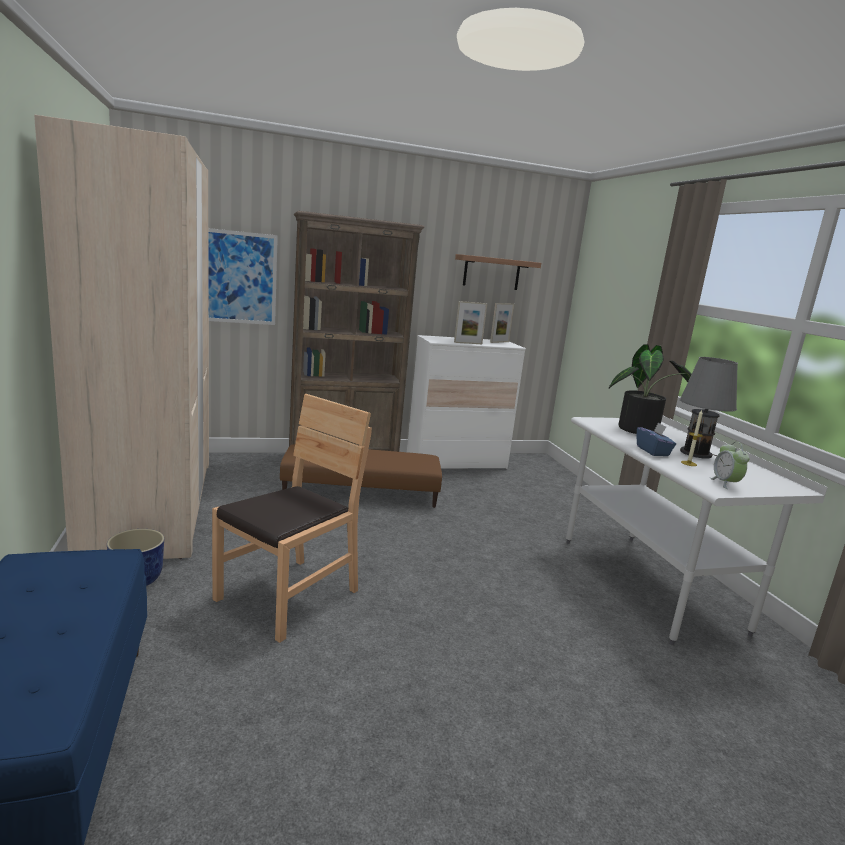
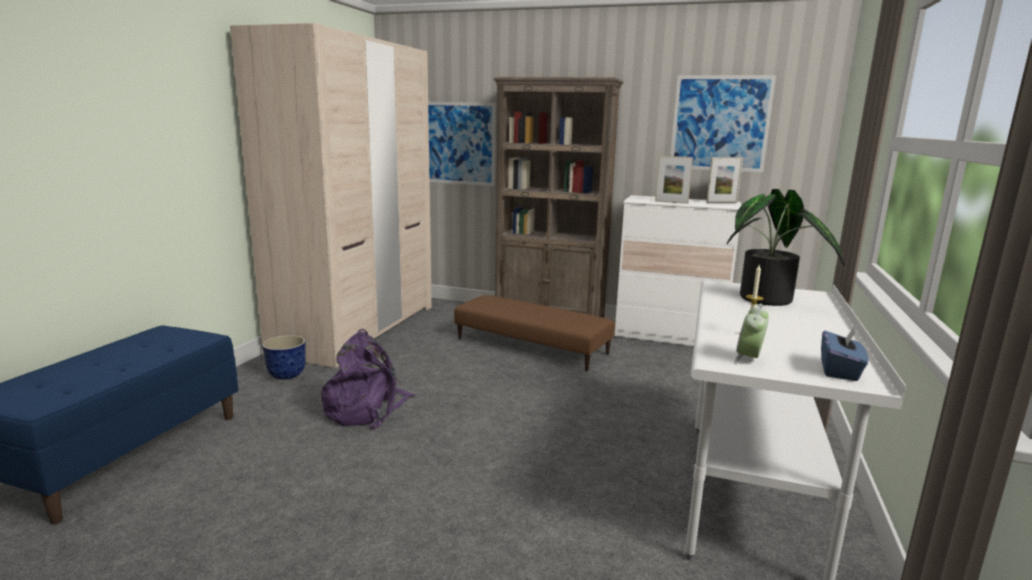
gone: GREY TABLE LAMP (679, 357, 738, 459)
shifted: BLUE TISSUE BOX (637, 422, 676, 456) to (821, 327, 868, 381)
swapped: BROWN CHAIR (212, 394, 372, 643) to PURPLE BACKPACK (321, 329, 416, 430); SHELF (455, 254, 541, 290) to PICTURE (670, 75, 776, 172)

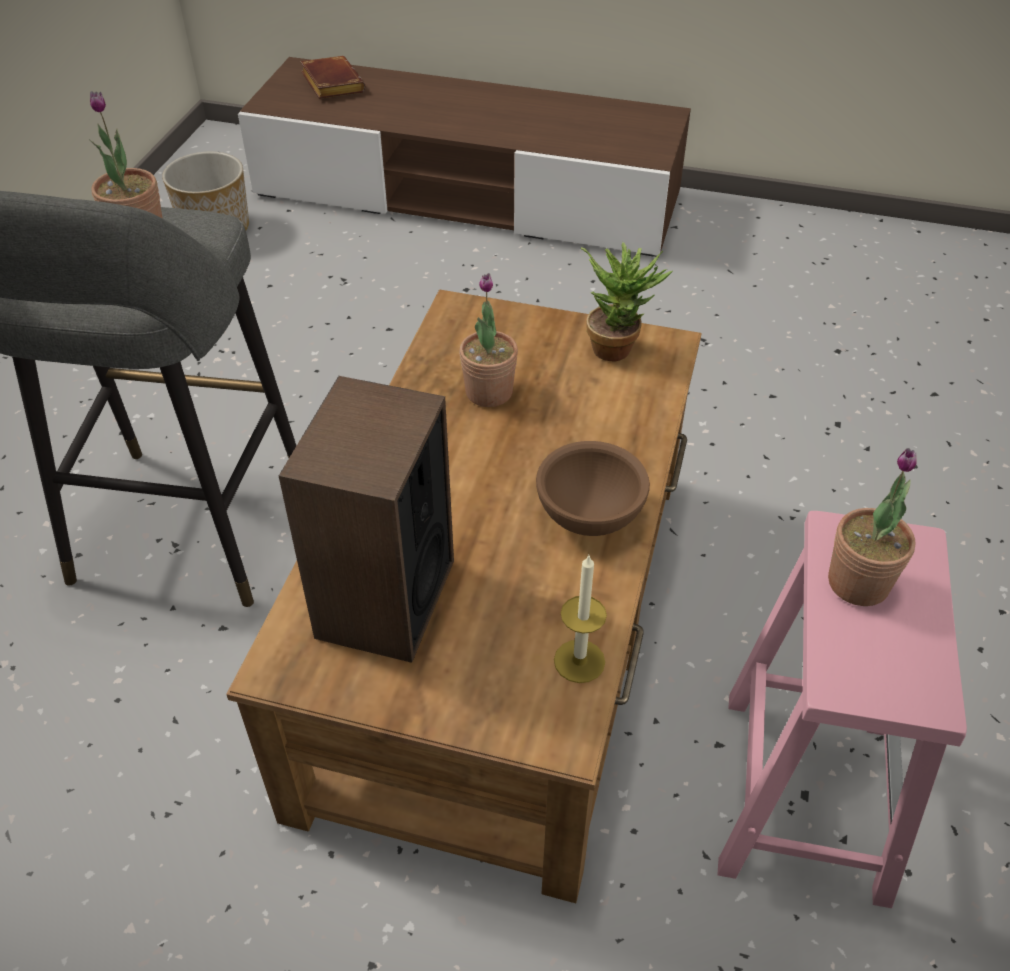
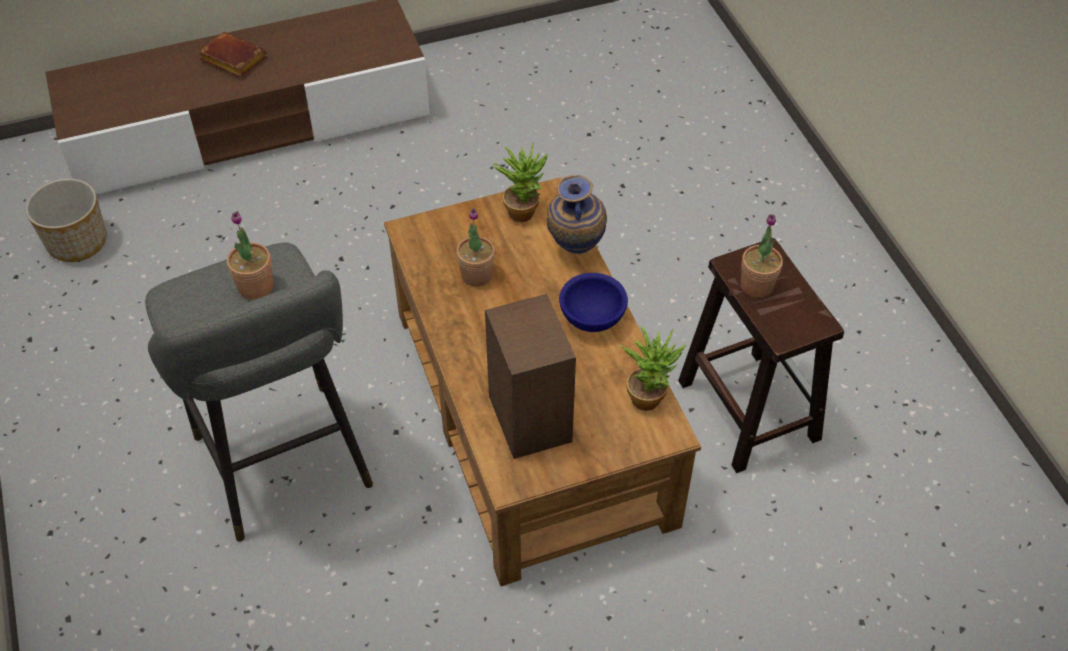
new: VASE (546, 175, 607, 254)
shifted: BROWN BOOK (300, 56, 365, 99) to (198, 32, 267, 77)
swapped: CANDLE (554, 555, 607, 683) to POTTED PLANT (620, 326, 686, 411)
repainted: BROWN BOWL (536, 441, 650, 536) to BLUE BOWL (559, 273, 628, 332); PINK STOOL (717, 511, 967, 908) to BROWN STOOL (678, 238, 844, 473)

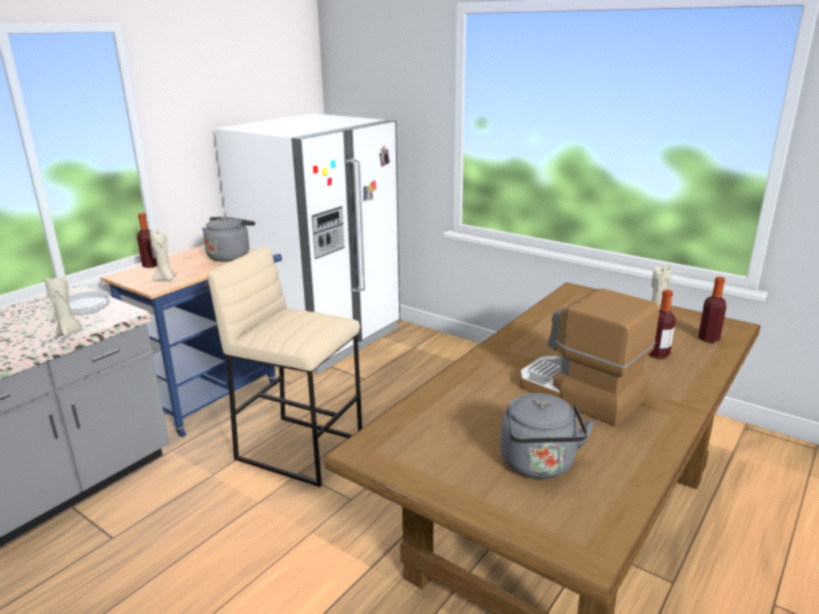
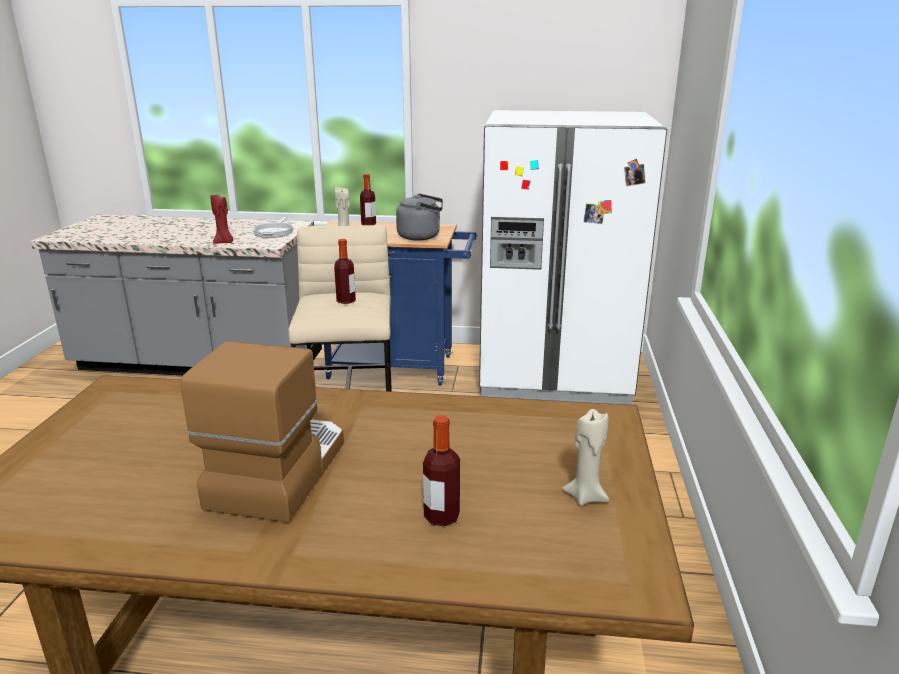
gone: GREY KETTLE (500, 393, 595, 479)
shifted: BOTTLE (698, 277, 726, 343) to (334, 239, 356, 304)
repainted: BEIGE CANDLE (45, 275, 82, 337) to RED CANDLE (210, 195, 233, 244)

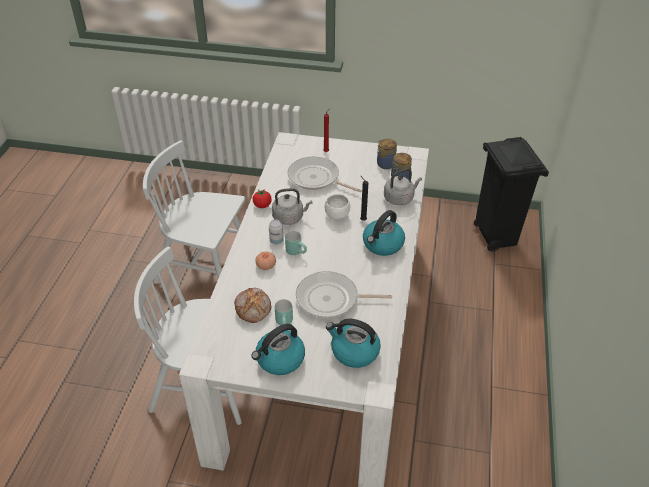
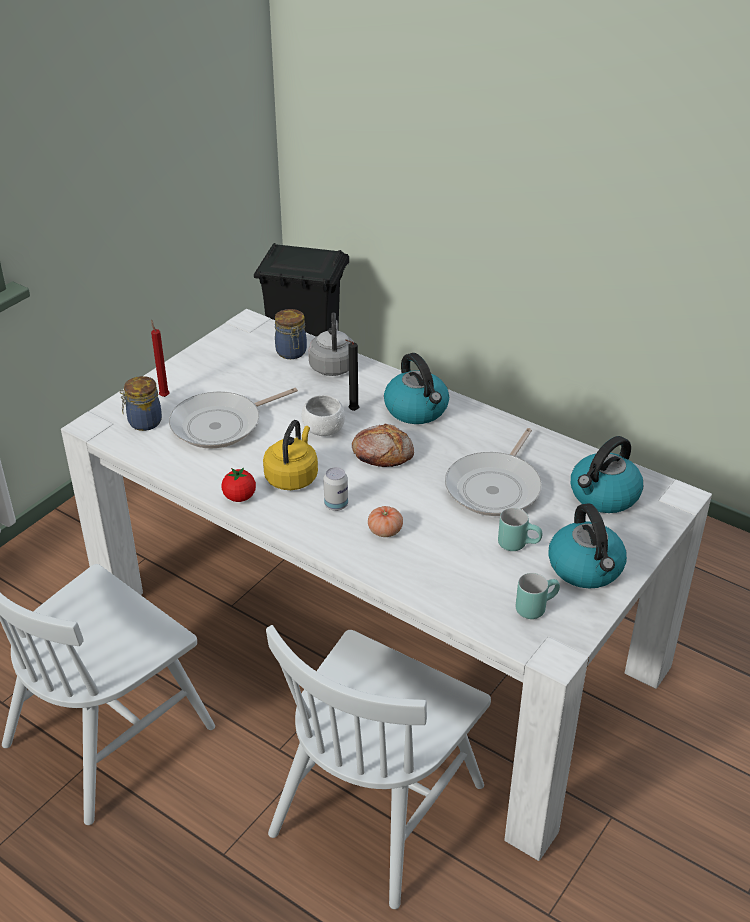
shifted: JAR (377, 139, 397, 169) to (120, 376, 162, 431); BREAD (235, 288, 271, 323) to (352, 424, 414, 467); TURQUOISE MUG (285, 231, 307, 255) to (516, 573, 560, 619)
repainted: GREY KETTLE (272, 188, 312, 225) to YELLOW KETTLE (263, 420, 318, 490)

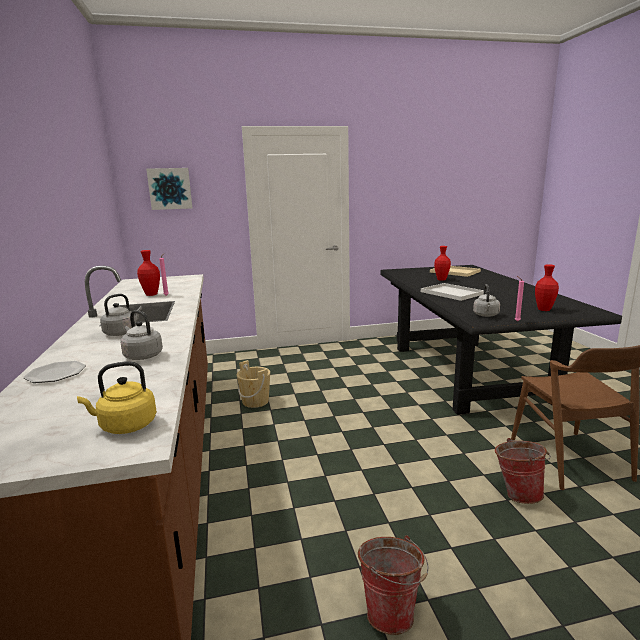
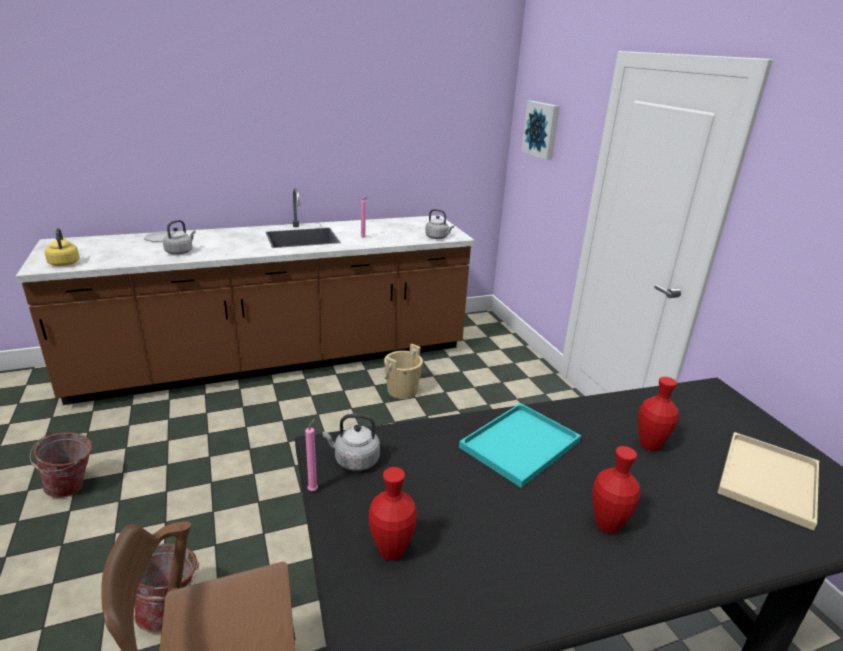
shifted: GREY KETTLE (100, 294, 142, 336) to (425, 209, 454, 239); RED VASE (137, 250, 160, 296) to (592, 446, 641, 534)
repainted: WHITE TRAY (421, 283, 484, 301) to TURQUOISE TRAY (459, 403, 581, 488)

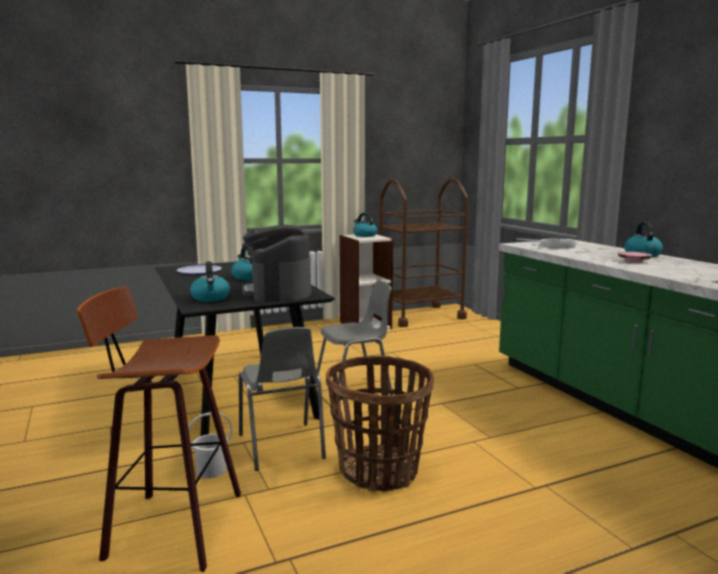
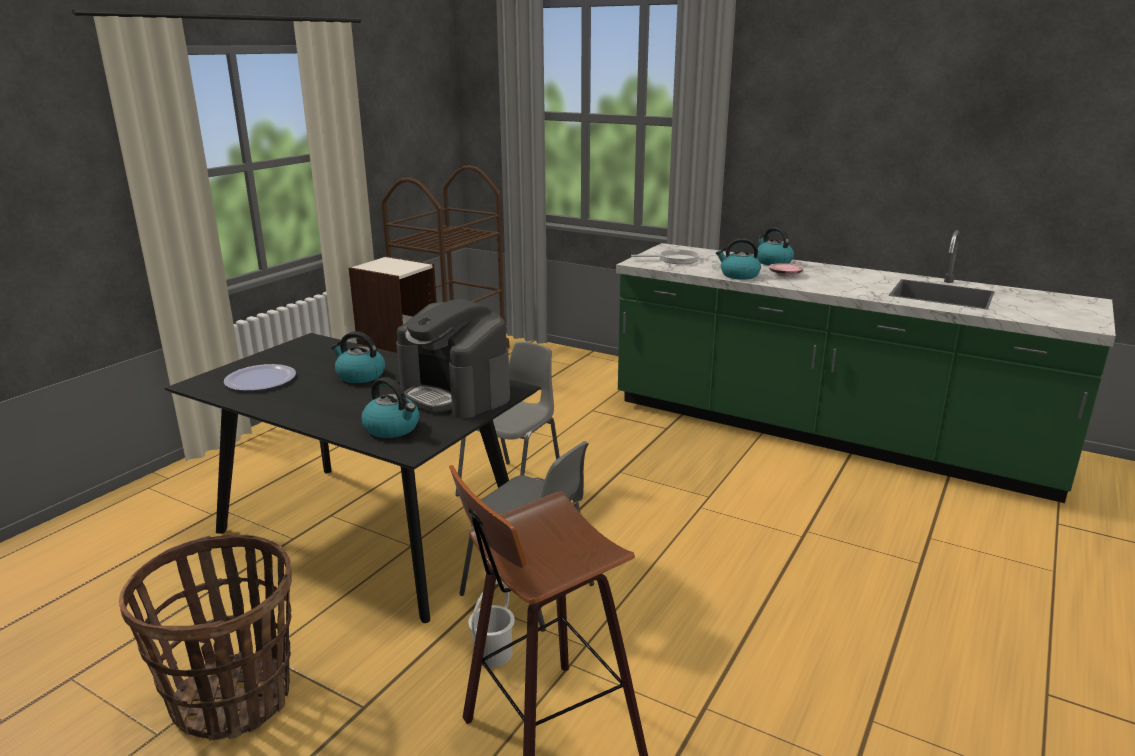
shifted: BASKET (326, 356, 434, 492) to (119, 535, 292, 741); KETTLE (353, 213, 377, 237) to (716, 238, 761, 280)

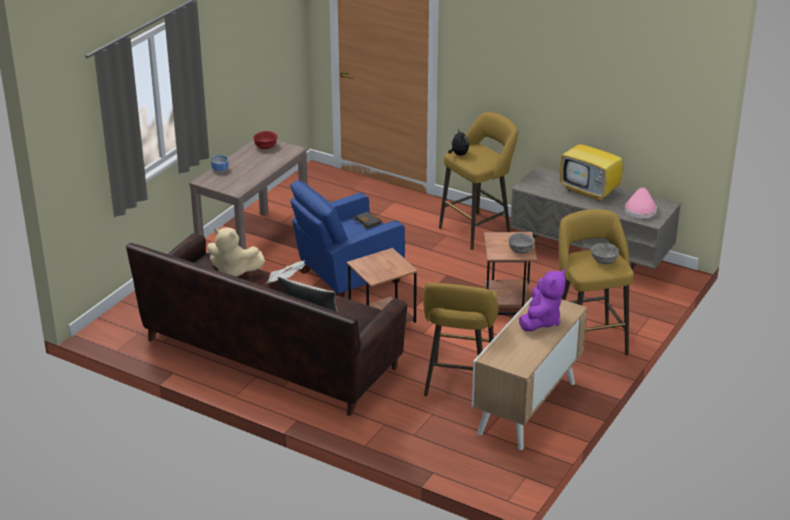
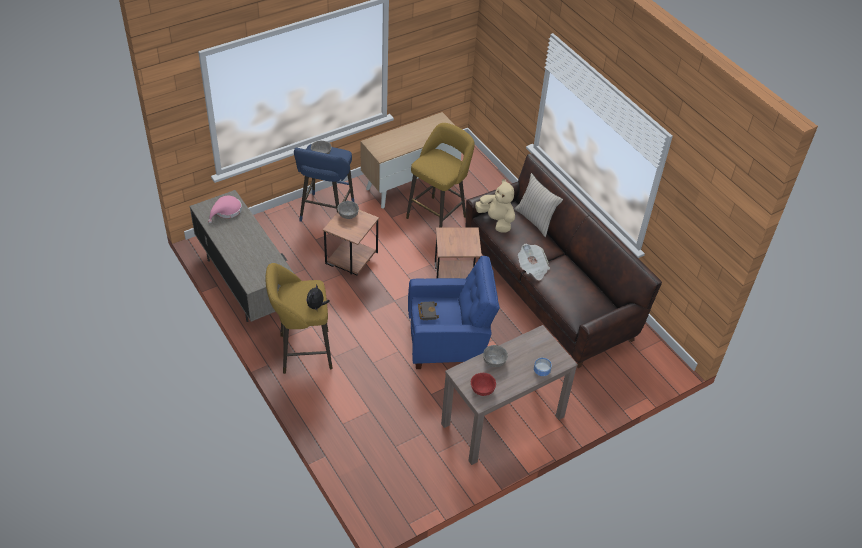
gone: PURPLE PLUSH TOY (519, 269, 566, 331); TELEVISION (560, 132, 623, 202)
new: GREY BOWL (483, 345, 508, 367)
shifted: BEIGE PLUSH TOY (207, 227, 265, 277) to (475, 179, 515, 233)
repainted: YELLOW STOOL (559, 209, 634, 356) to BLUE STOOL (294, 144, 354, 222)

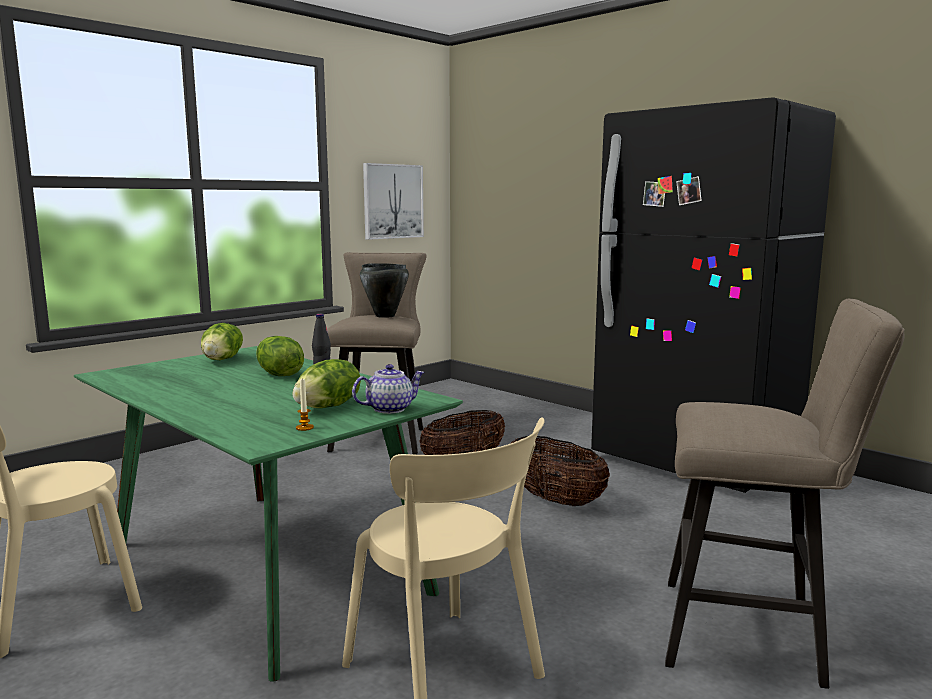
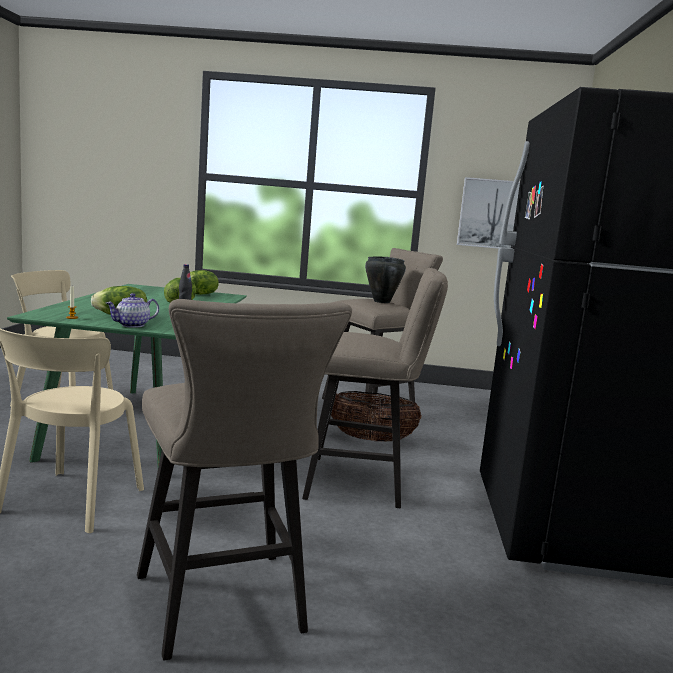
swapped: BASKET (510, 436, 610, 506) to BEIGE STOOL (302, 268, 448, 508)
rotated: TEAPOT (352, 364, 425, 414) = (106, 293, 159, 328) 120 degrees clockwise

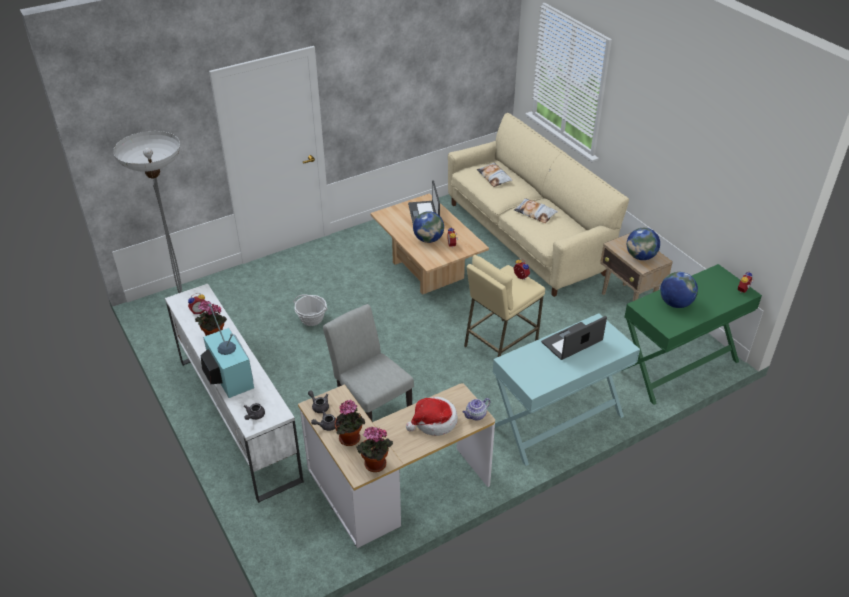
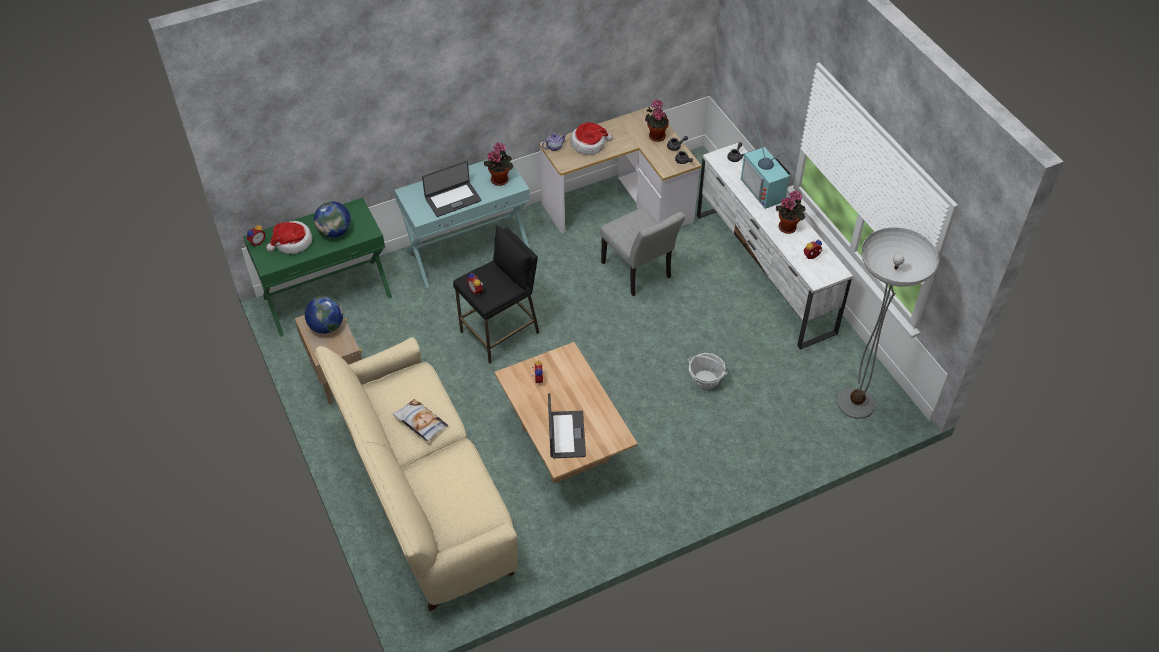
gone: GLOBE (413, 211, 444, 243); PILLOW (477, 163, 513, 187)
new: HAT (266, 221, 312, 254)
shifted: POTTED PLANT (356, 427, 393, 472) to (484, 143, 513, 186)
repainted: BEIGE STOOL (464, 255, 545, 357) to BLACK STOOL (453, 225, 539, 364)

